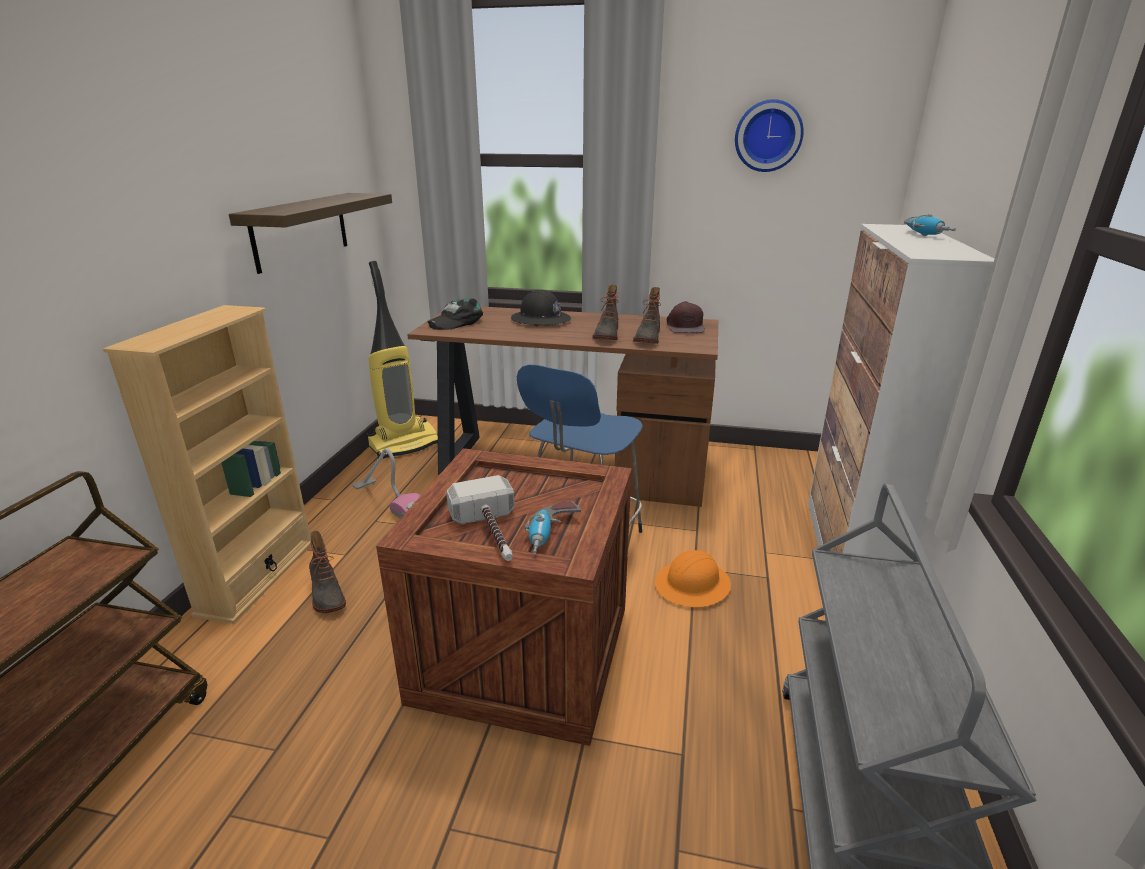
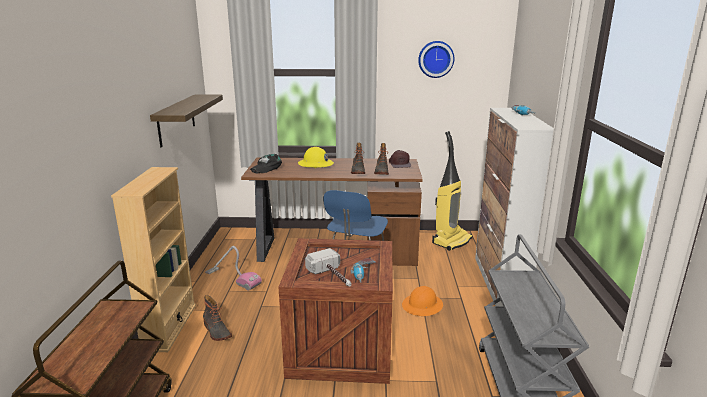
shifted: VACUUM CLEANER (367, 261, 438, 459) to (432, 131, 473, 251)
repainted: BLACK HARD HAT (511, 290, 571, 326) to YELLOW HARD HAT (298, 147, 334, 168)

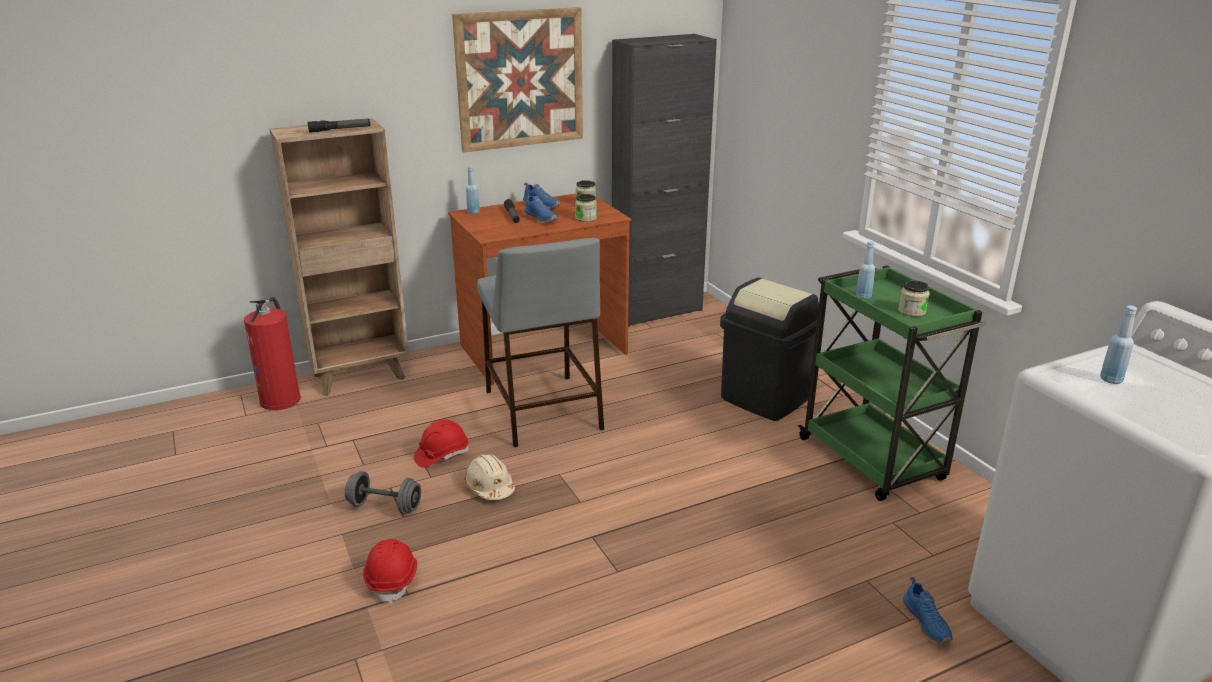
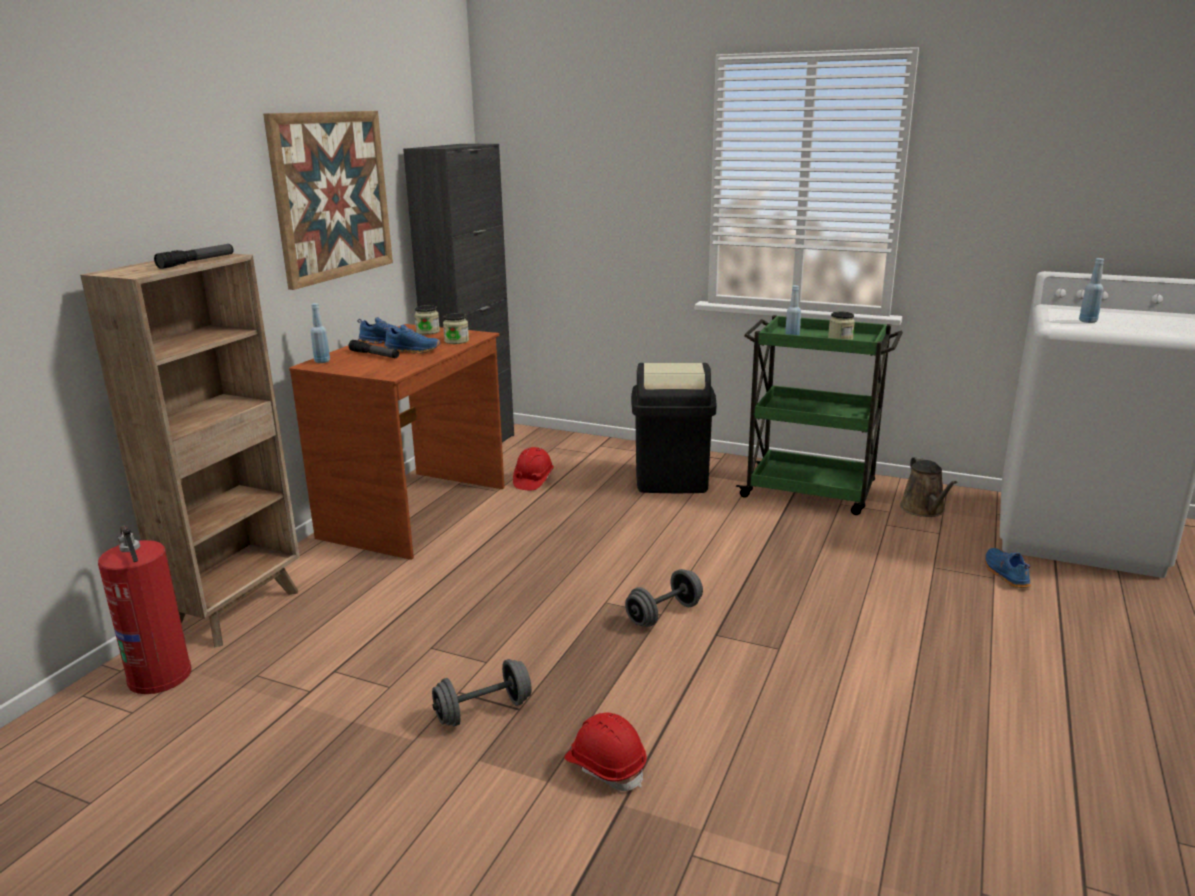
gone: BEIGE HARD HAT (464, 454, 515, 500); GREY STOOL (477, 238, 604, 447)
new: GREY DUMBBELL (625, 569, 703, 627); BROWN WATERING CAN (900, 456, 958, 517)
shifted: RED HARD HAT (414, 419, 469, 468) to (513, 447, 554, 490)
rotated: BLUE SHOE (901, 577, 952, 644) = (985, 548, 1031, 588) 135 degrees counterclockwise

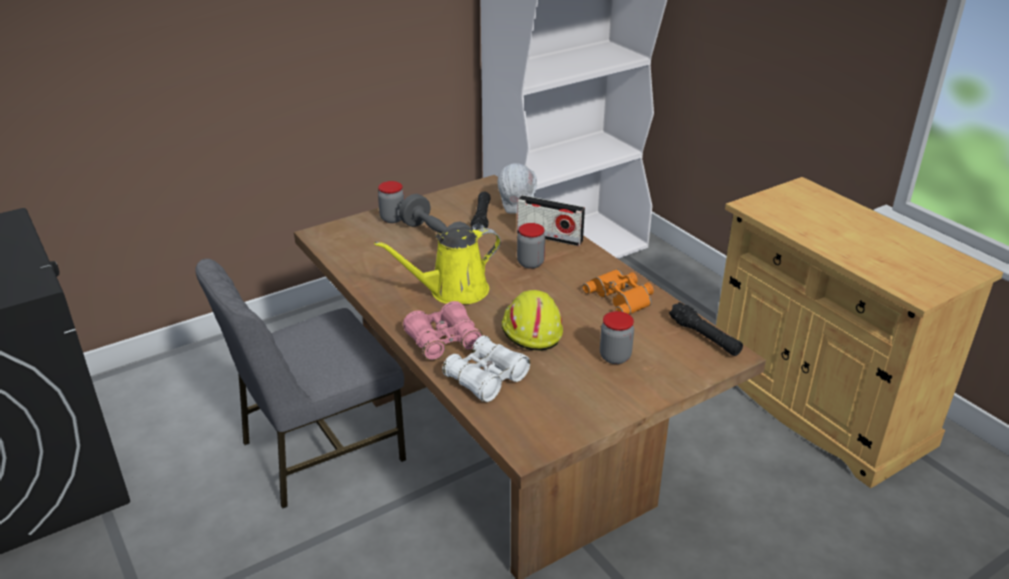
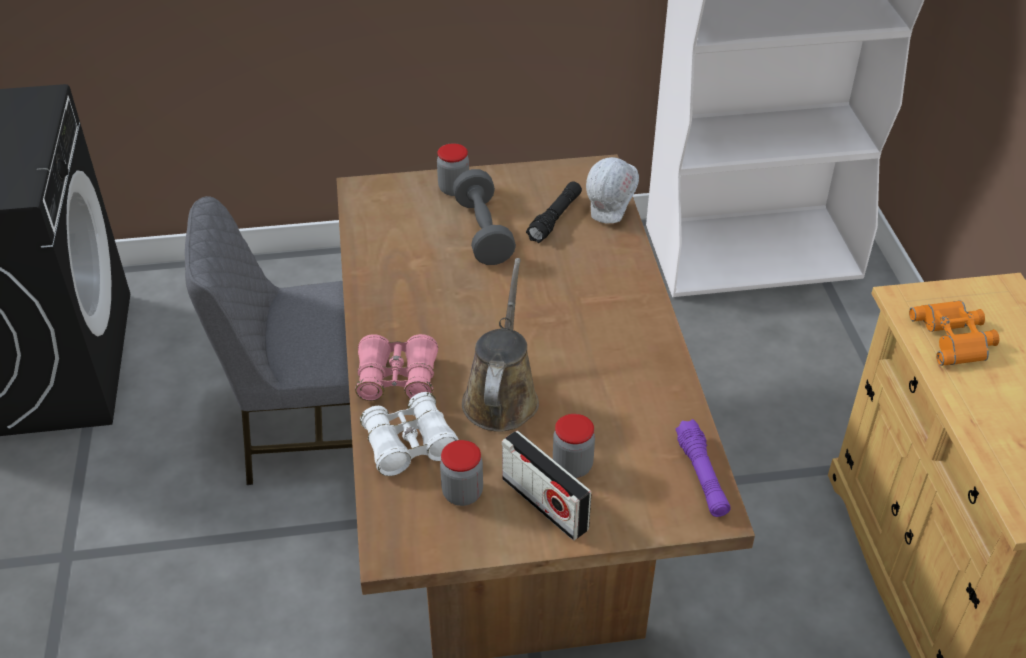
gone: YELLOW WATERING CAN (374, 228, 501, 304)
shifted: JAR (517, 223, 545, 269) to (440, 440, 483, 506); RADIO (517, 195, 585, 246) to (502, 431, 591, 540); ORANGE BINOCULARS (583, 269, 654, 315) to (909, 301, 1000, 366)
swapped: YELLOW HARD HAT (502, 290, 563, 351) to BROWN WATERING CAN (462, 258, 539, 432)
repainted: BLACK FLASHLIGHT (669, 302, 743, 356) to PURPLE FLASHLIGHT (676, 419, 730, 517)

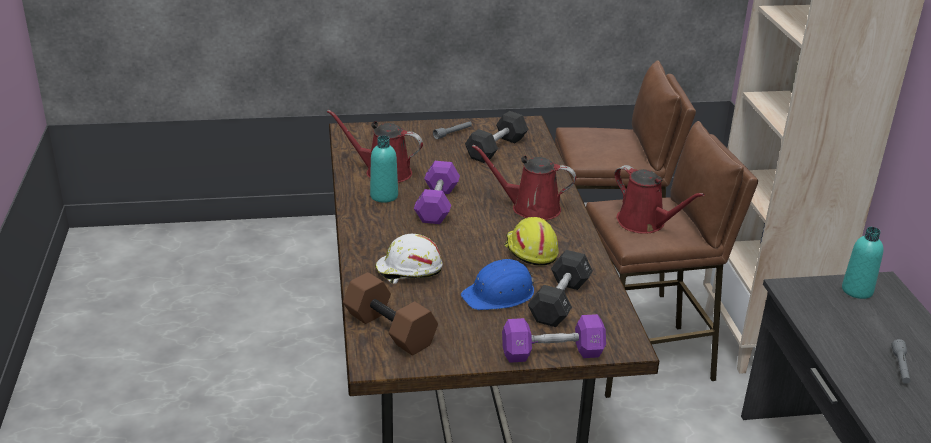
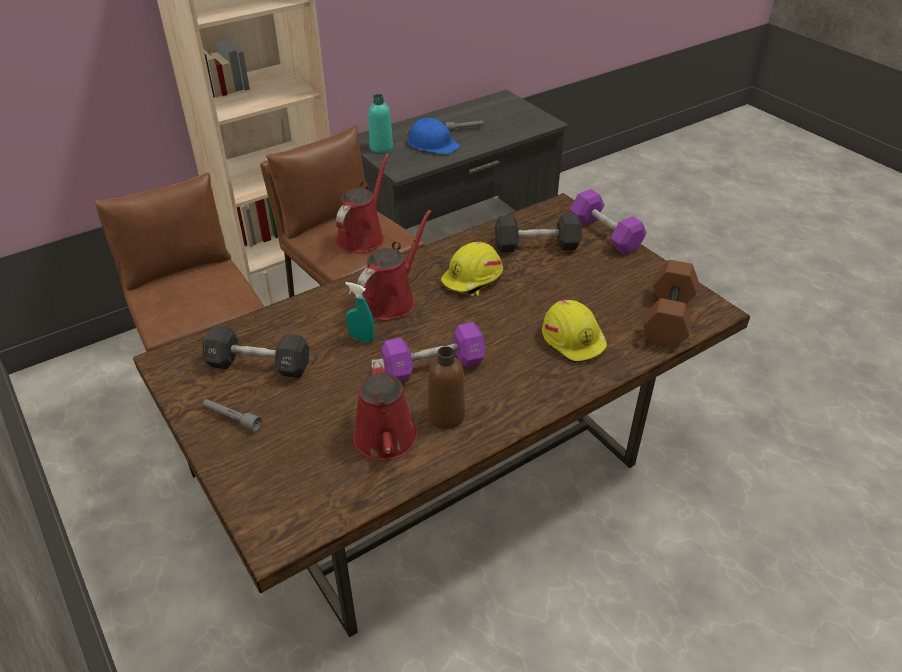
new: TURQUOISE SPRAY BOTTLE (345, 282, 374, 343)
shifted: BLUE HARD HAT (461, 259, 534, 310) to (407, 118, 460, 154)
repainted: TURQUOISE BOTTLE (370, 136, 398, 203) to BROWN BOTTLE (428, 346, 465, 429); WHITE HARD HAT (375, 234, 443, 284) to YELLOW HARD HAT (542, 300, 608, 364)
rotated: RED WATERING CAN (472, 145, 576, 220) = (357, 210, 432, 321) 135 degrees counterclockwise

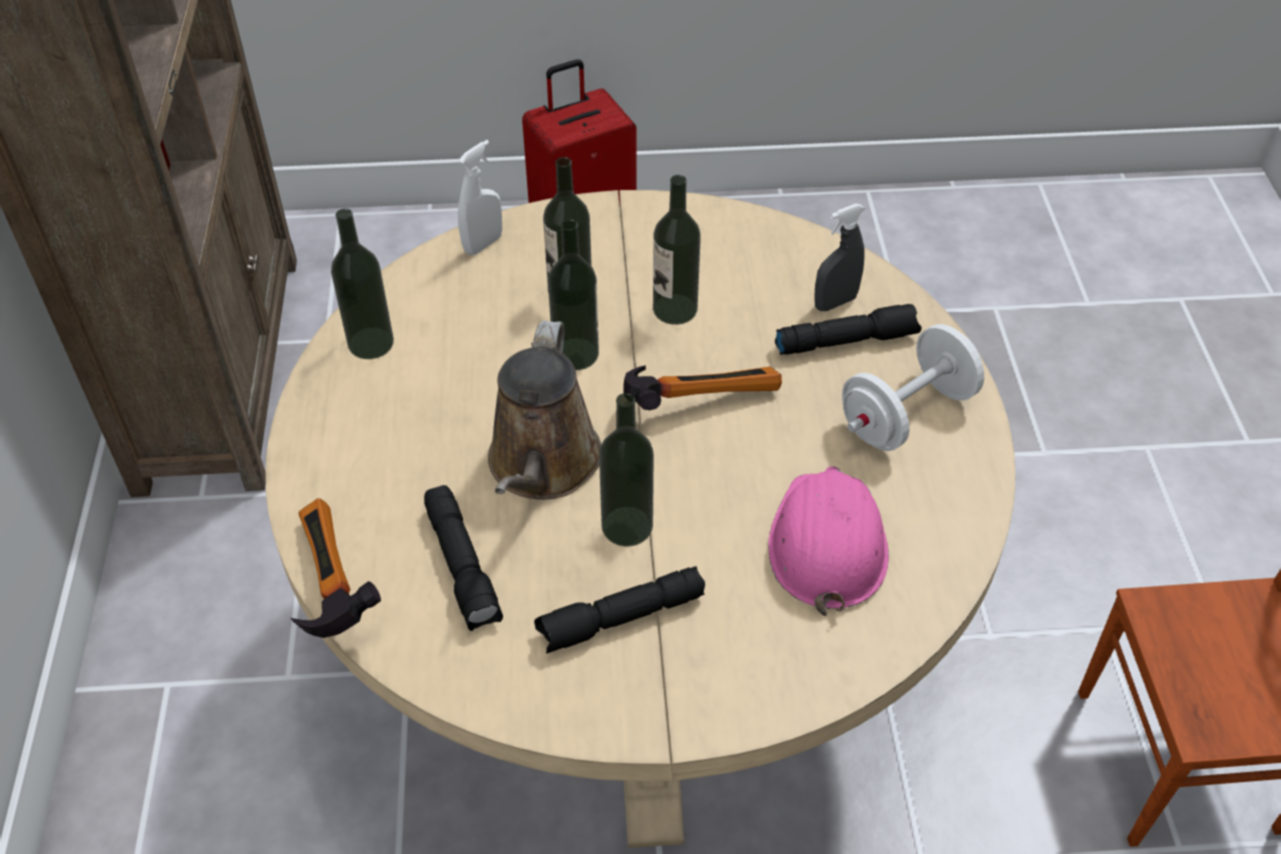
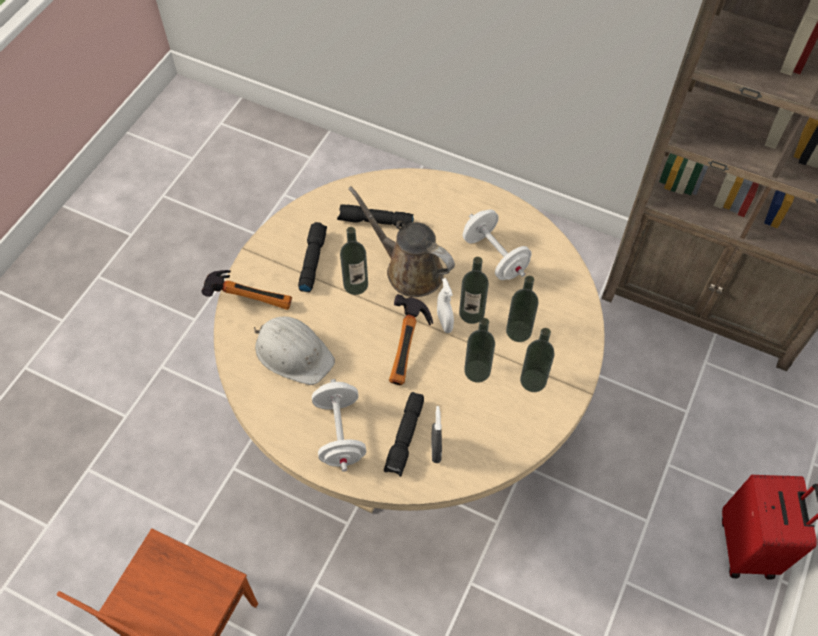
new: WHITE DUMBBELL (463, 209, 532, 280)
shifted: HAMMER (291, 498, 381, 638) to (202, 270, 292, 310); WHITE SPRAY BOTTLE (458, 140, 502, 255) to (437, 278, 454, 333); BOTTLE (331, 209, 394, 359) to (520, 328, 555, 392)
repainted: PINK HARD HAT (768, 467, 889, 616) to WHITE HARD HAT (254, 316, 335, 385)

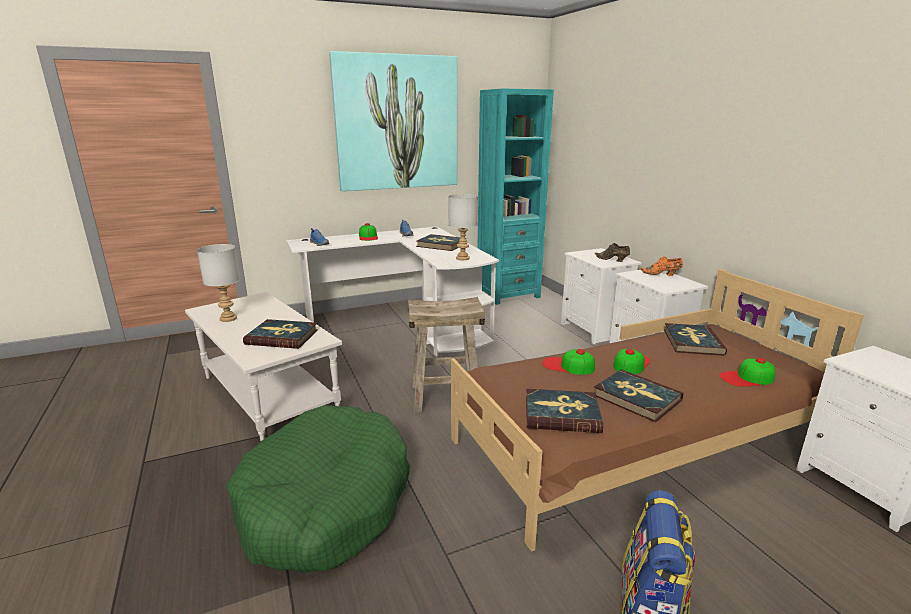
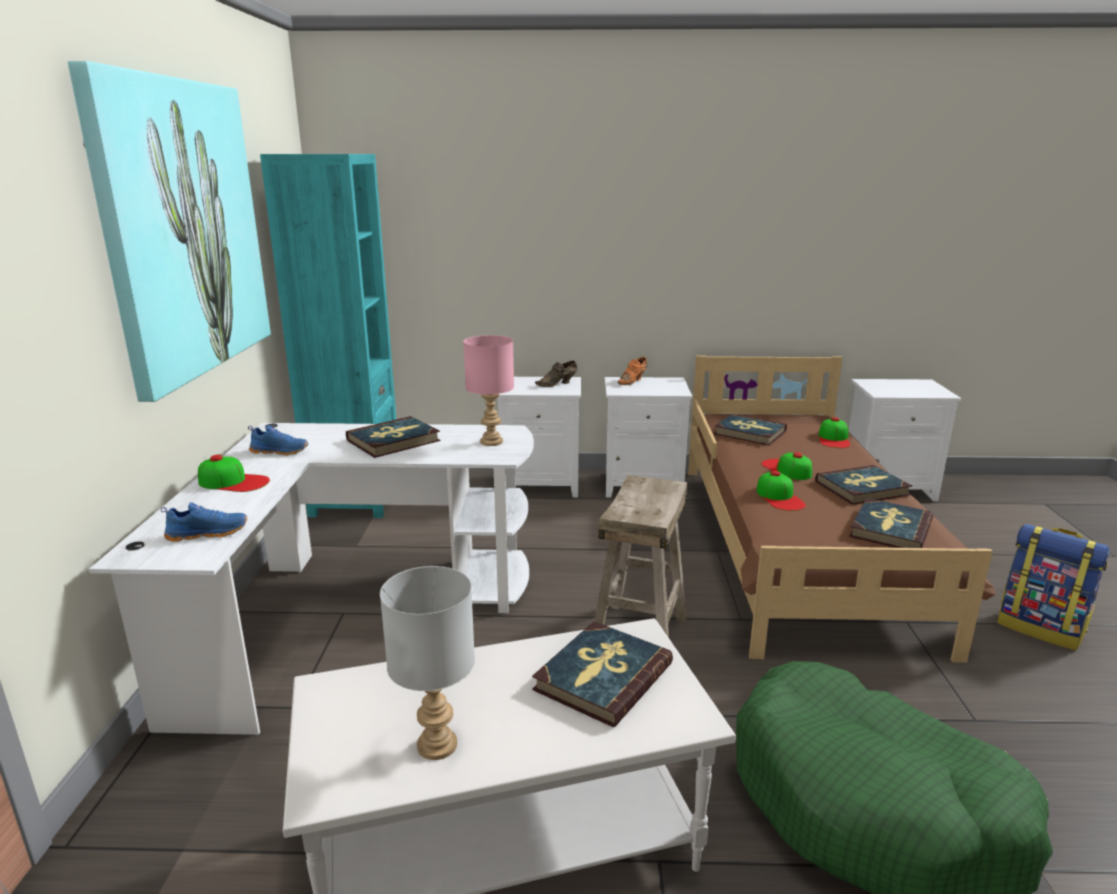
repainted: GREY TABLE LAMP (448, 194, 478, 260) to PINK TABLE LAMP (463, 335, 514, 446)
rotated: CAP (542, 349, 595, 375) = (757, 471, 806, 511) 60 degrees counterclockwise

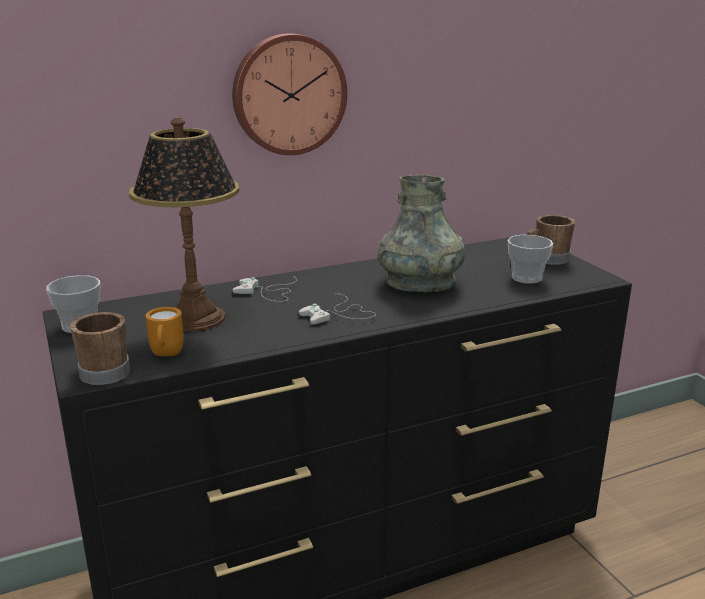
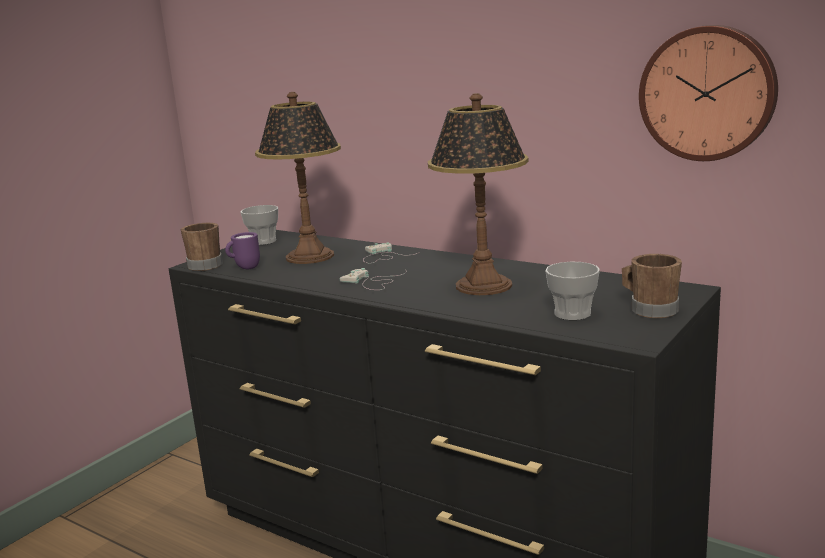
shifted: WALL CLOCK (232, 33, 347, 155) to (639, 25, 778, 161)
swapped: GREY VASE (377, 175, 465, 292) to TABLE LAMP (428, 93, 529, 295)
repainted: ORANGE MUG (146, 307, 184, 356) to PURPLE MUG (225, 232, 260, 269)

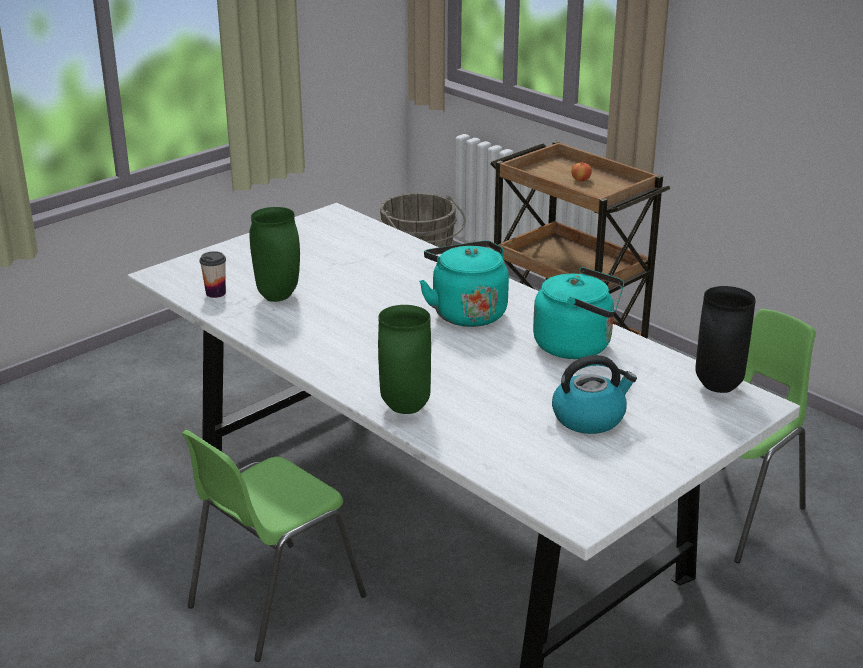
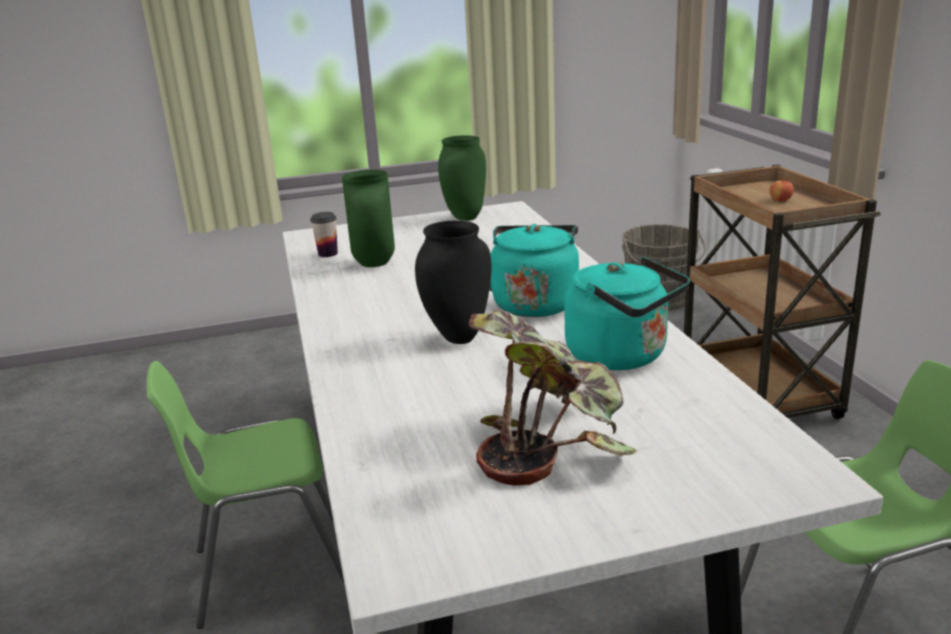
shifted: BLACK VASE (695, 286, 756, 393) to (415, 220, 492, 344); GREEN VASE (378, 305, 431, 414) to (438, 135, 486, 221)
swapped: KETTLE (552, 355, 637, 434) to POTTED PLANT (469, 310, 637, 485)

